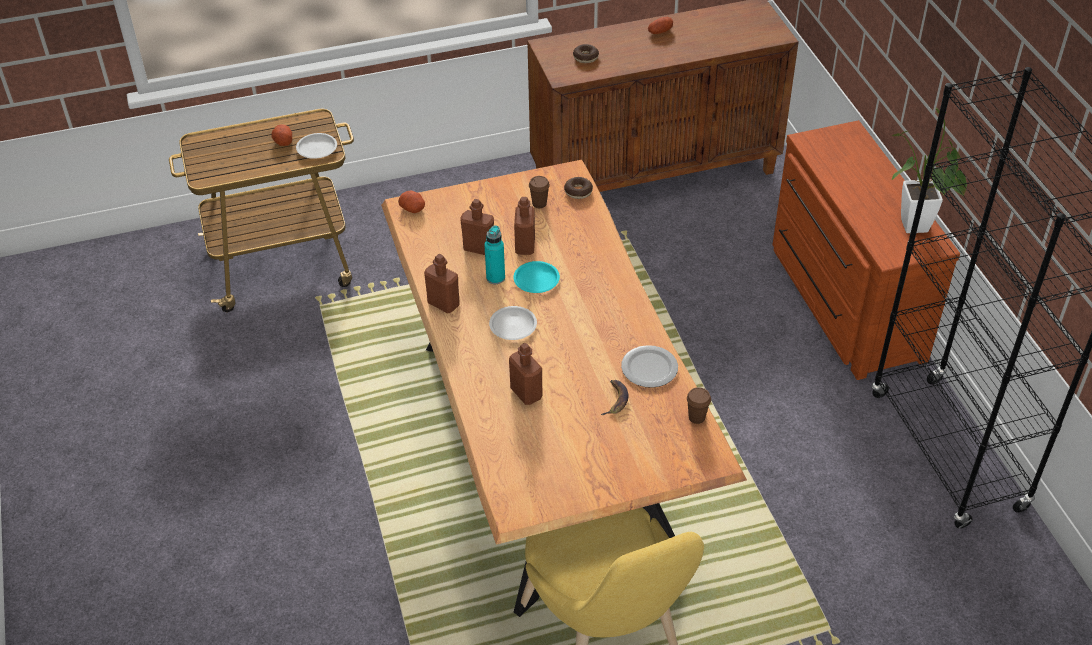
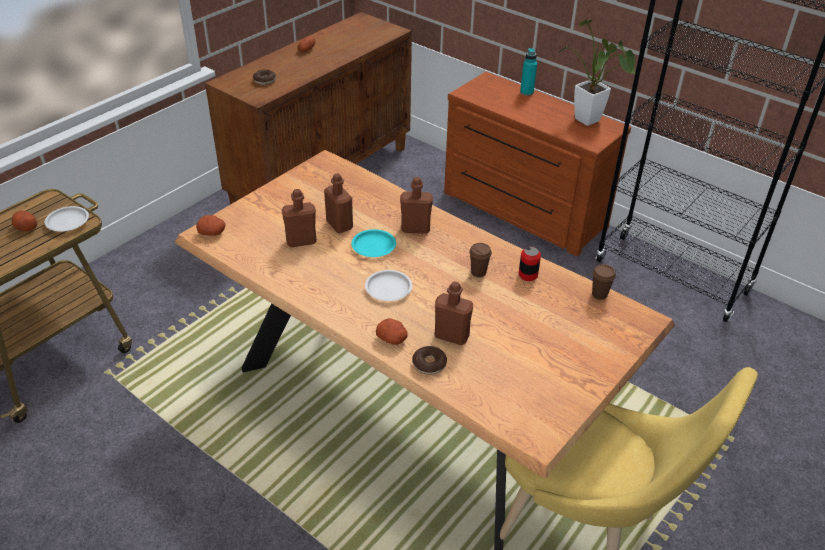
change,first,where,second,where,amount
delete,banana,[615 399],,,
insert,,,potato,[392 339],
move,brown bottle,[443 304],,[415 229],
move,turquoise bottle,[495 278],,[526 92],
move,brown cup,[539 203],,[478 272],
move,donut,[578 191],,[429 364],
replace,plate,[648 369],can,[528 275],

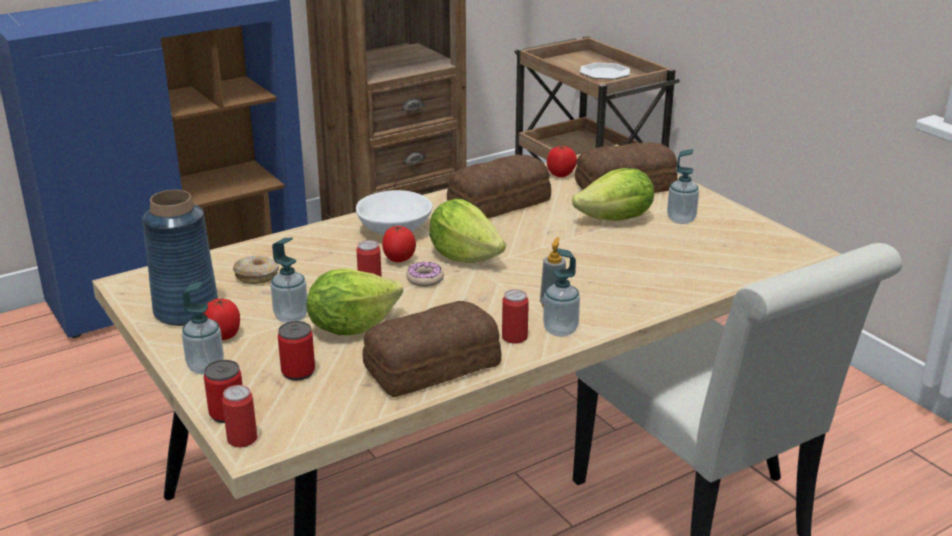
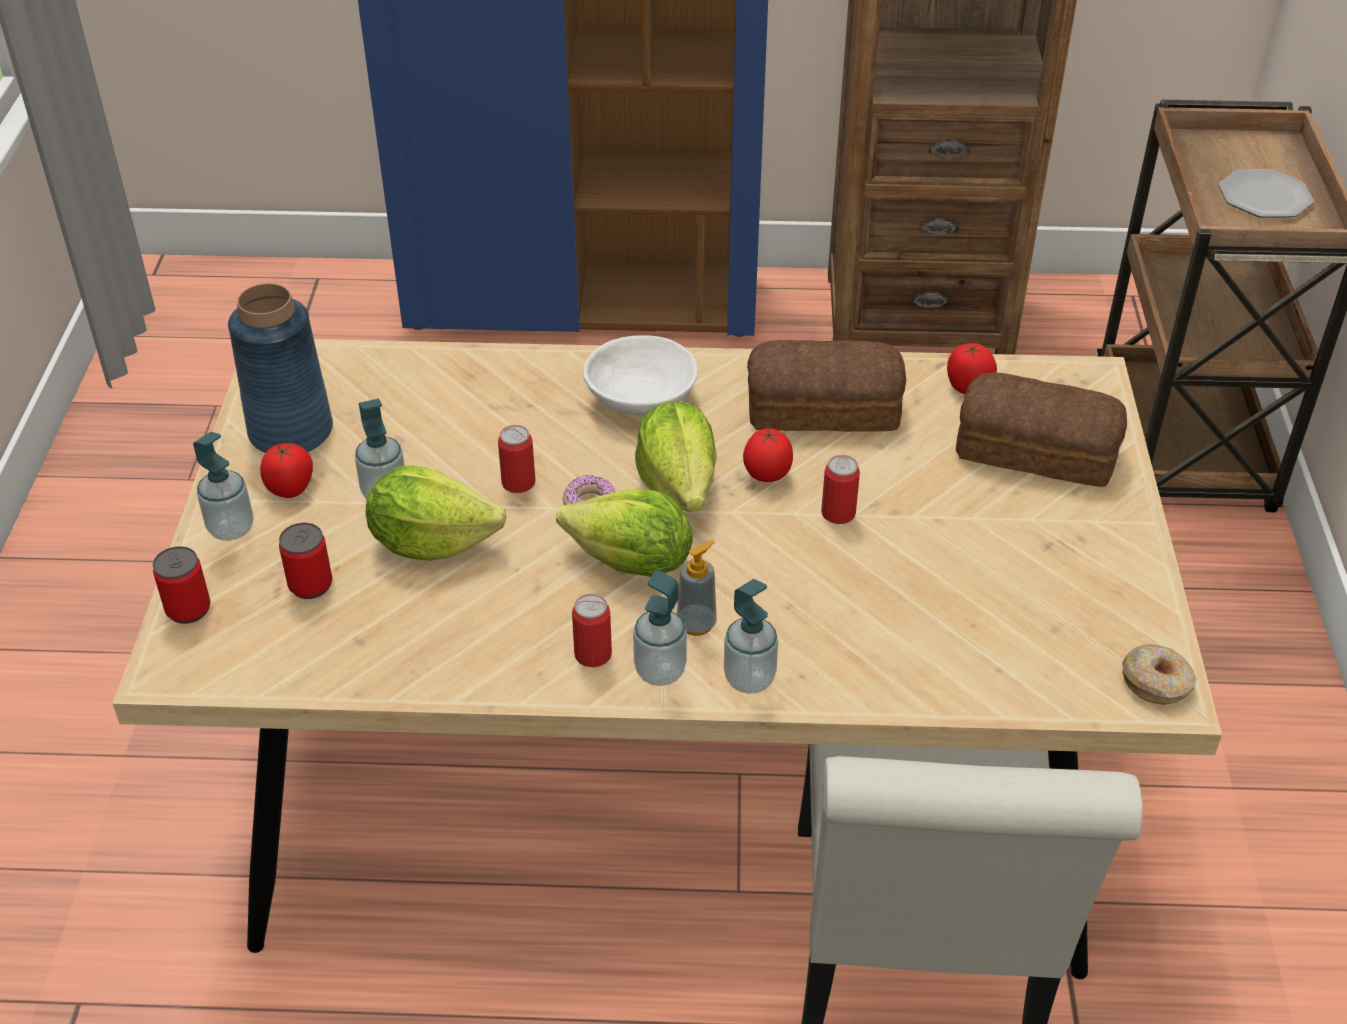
change,first,where,second,where,amount
delete,bread,[429 366],,,
move,can,[242 439],,[838 513],
move,donut,[257 276],,[1156 683],
move,tomato,[399 260],,[766 475],
move,lettuce,[616 219],,[631 563],
move,soap dispenser,[681 219],,[749 679],

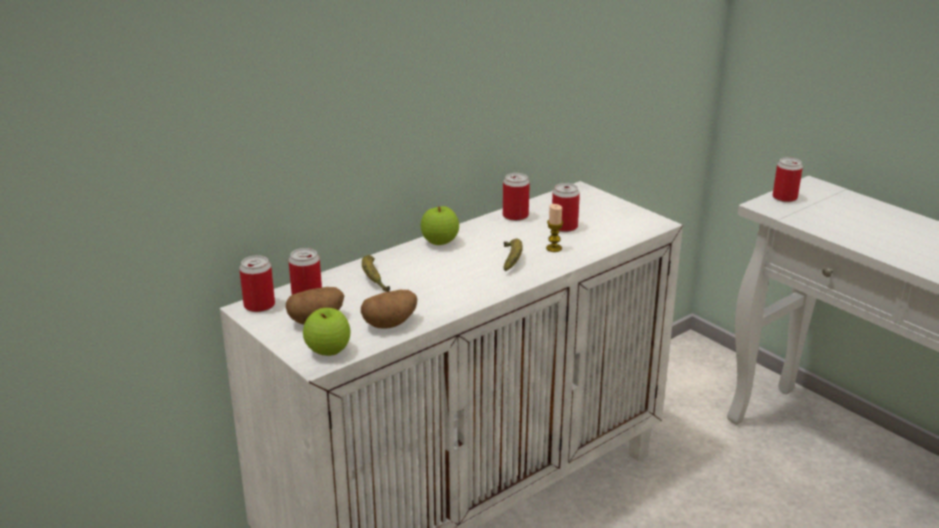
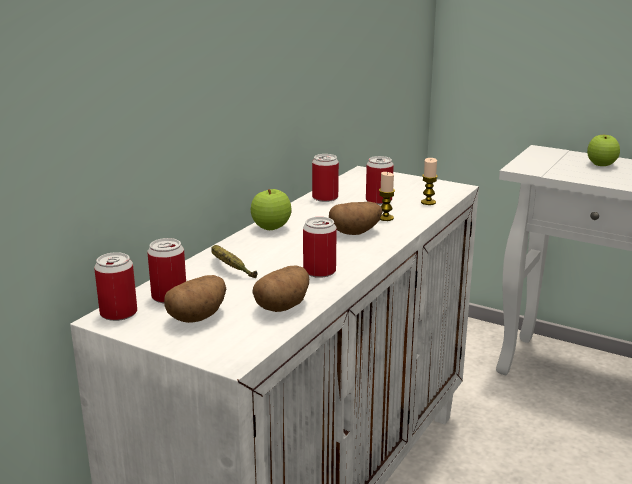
change,first,where,second,where,amount
insert,,,candle,[428 202],
move,apple,[328 351],,[601 165],
move,can,[784 198],,[319 271],
replace,banana,[512 260],potato,[355 232],

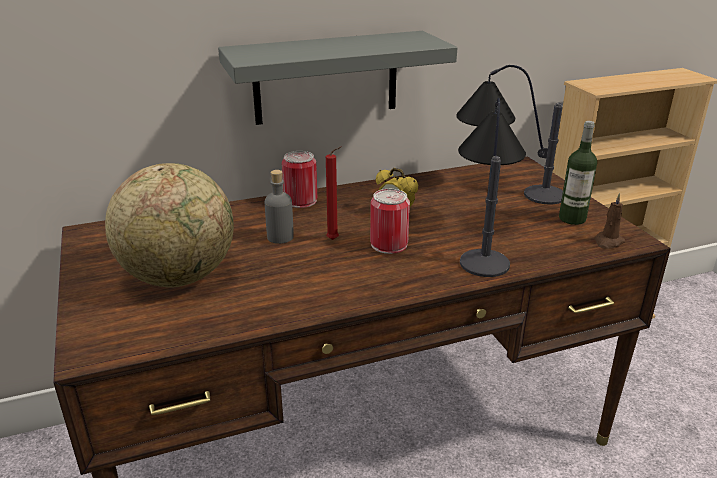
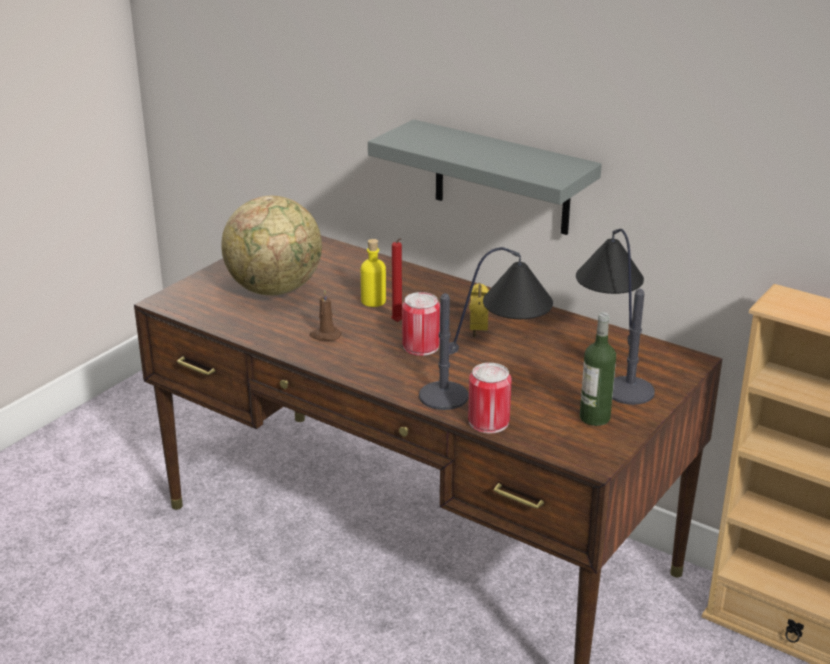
change,first,where,second,where,amount
move,can,[300 200],,[488 422],
move,brown candle,[608 242],,[325 335],
recolor,grey bottle,[280 237],yellow bottle,[373 301],

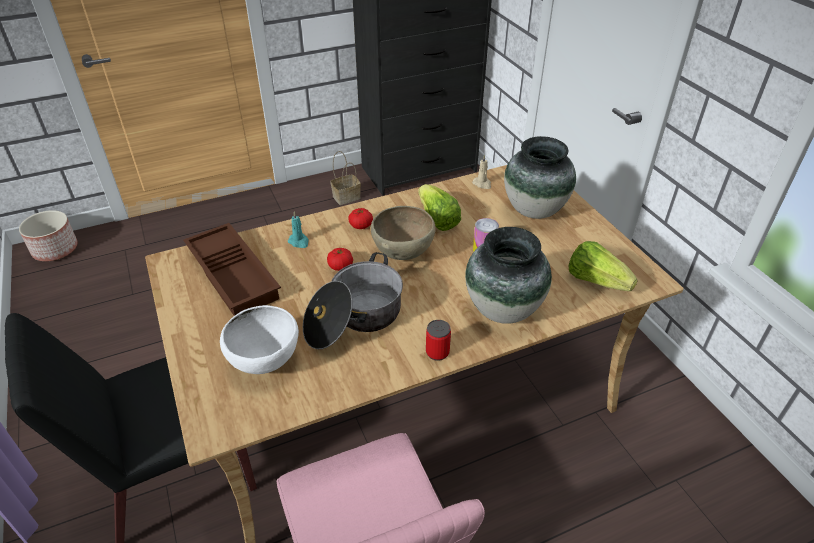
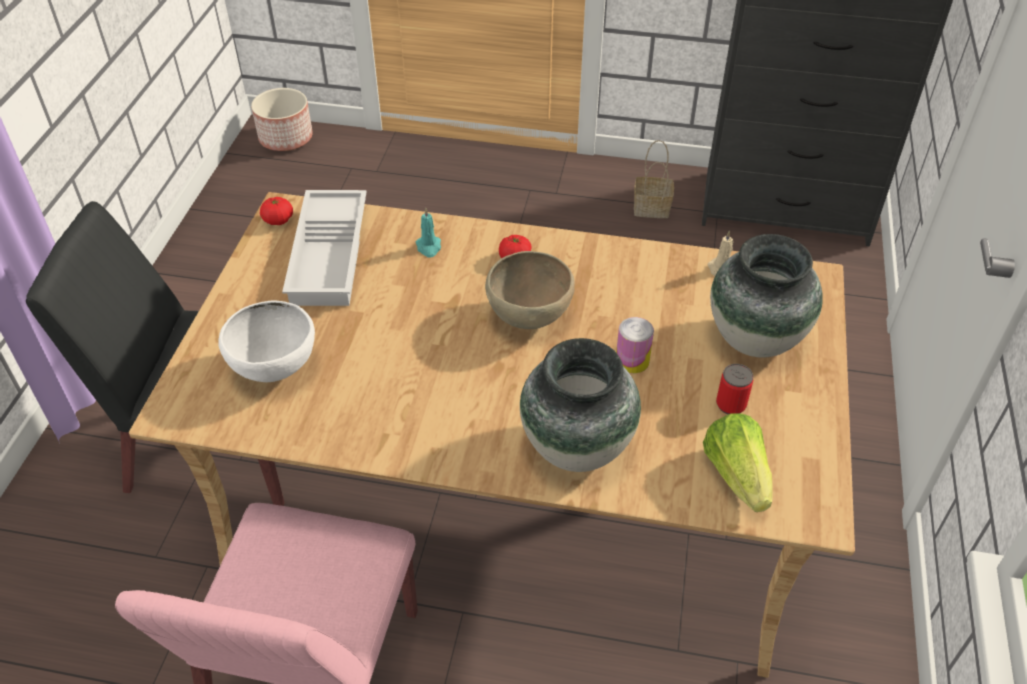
change,first,where,second,where,amount
delete,cooking pot,[354 319],,,
delete,lettuce,[437 219],,,
move,tomato,[340 266],,[278 220],
move,can,[437 352],,[730 404],
recolor,brown tray,[235 274],white tray,[331 255],

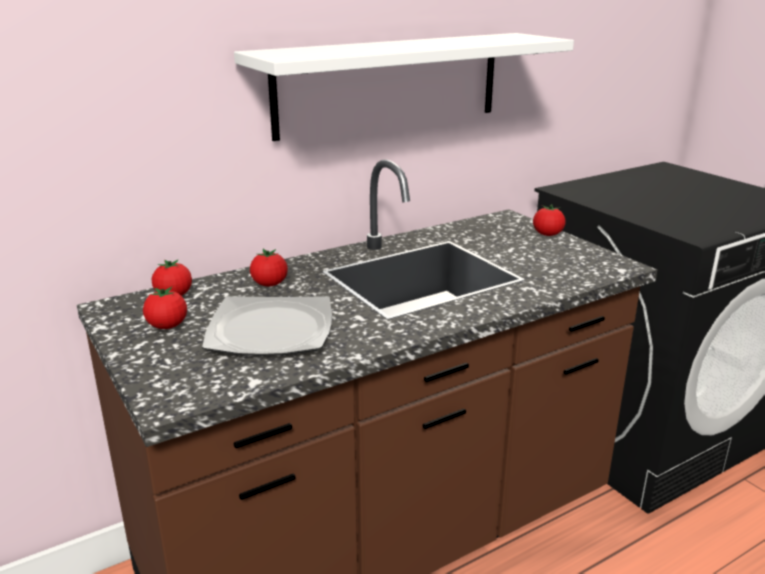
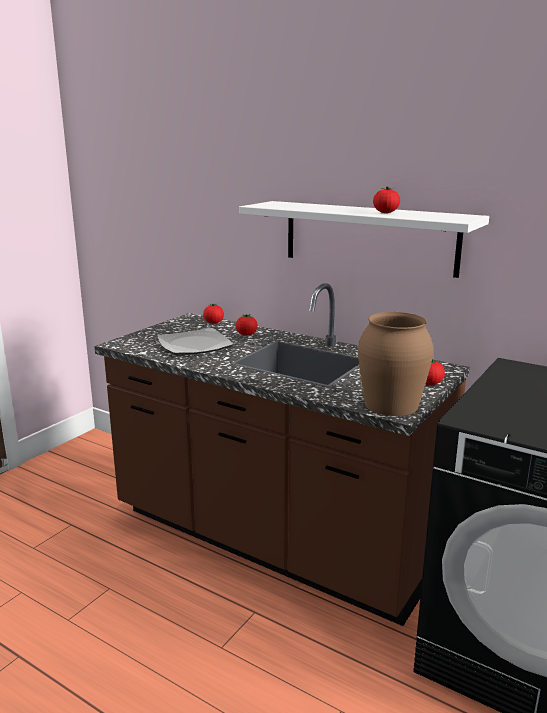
change,first,where,second,where,amount
insert,,,brown vase,[392 405],
move,tomato,[167 326],,[385 213],

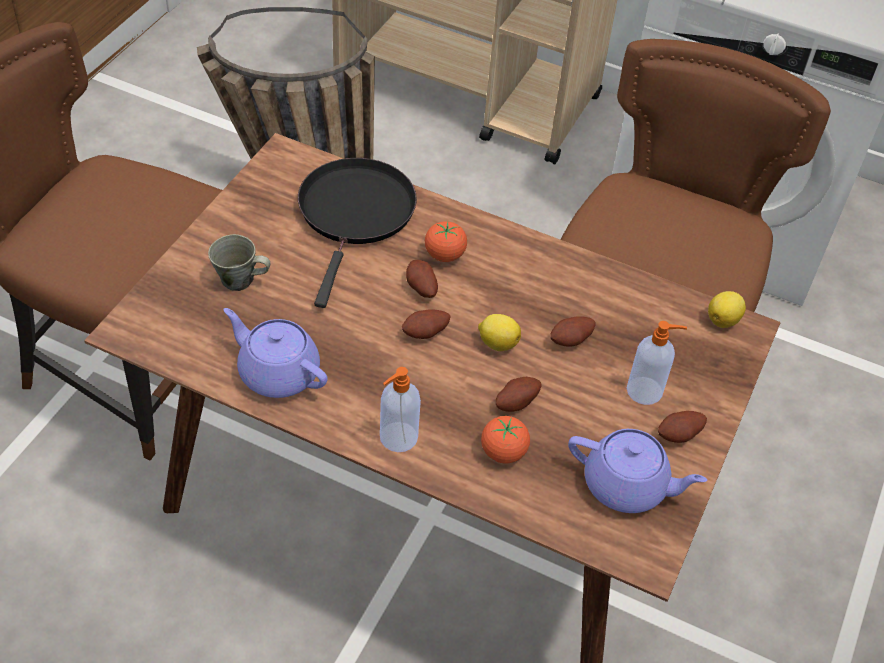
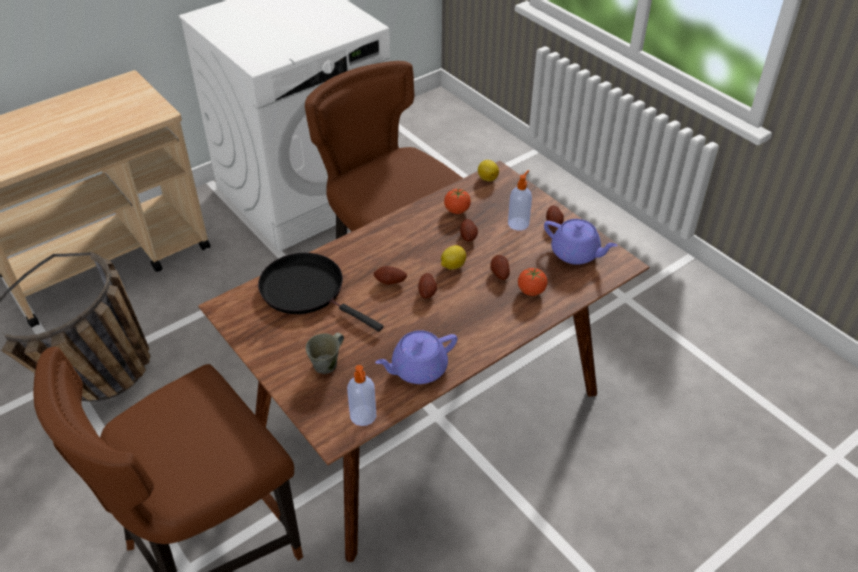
change,first,where,second,where,amount
move,soap dispenser,[397 438],,[363 416],
move,tomato,[444 255],,[457 210],
rotate,purple teapot,[627 486],,[576 253],75 degrees clockwise

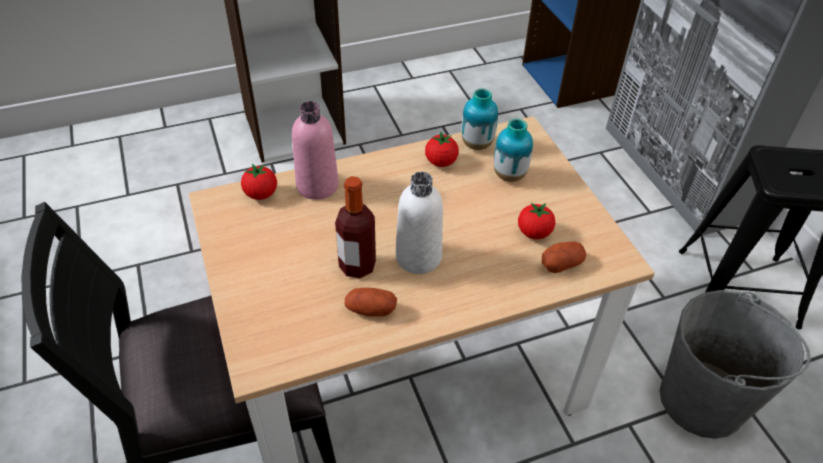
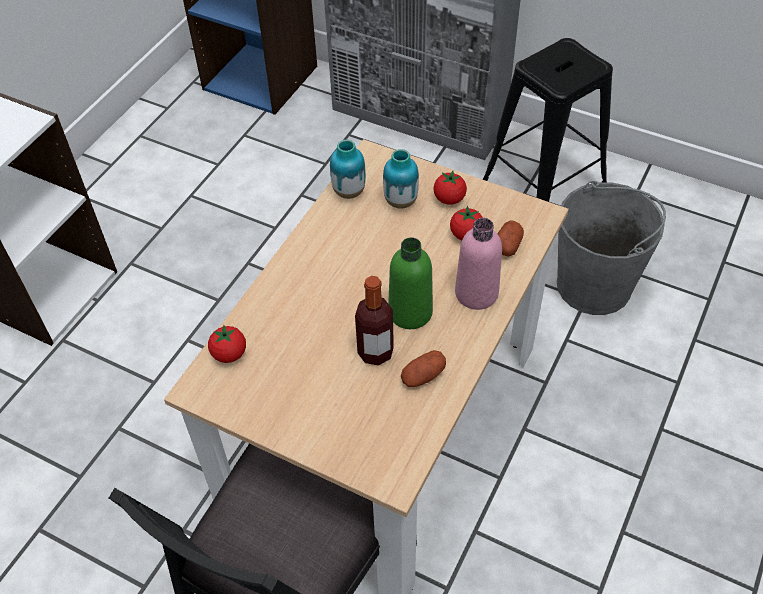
change,first,where,second,where,amount
move,pink bottle,[317 186],,[476 293],
move,tomato,[441 162],,[449 199],
recolor,white bottle,[418 257],green bottle,[410 312],

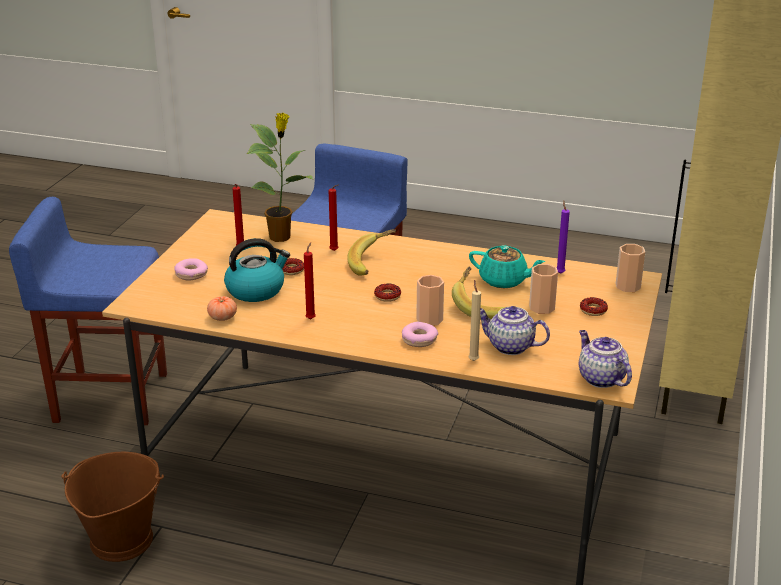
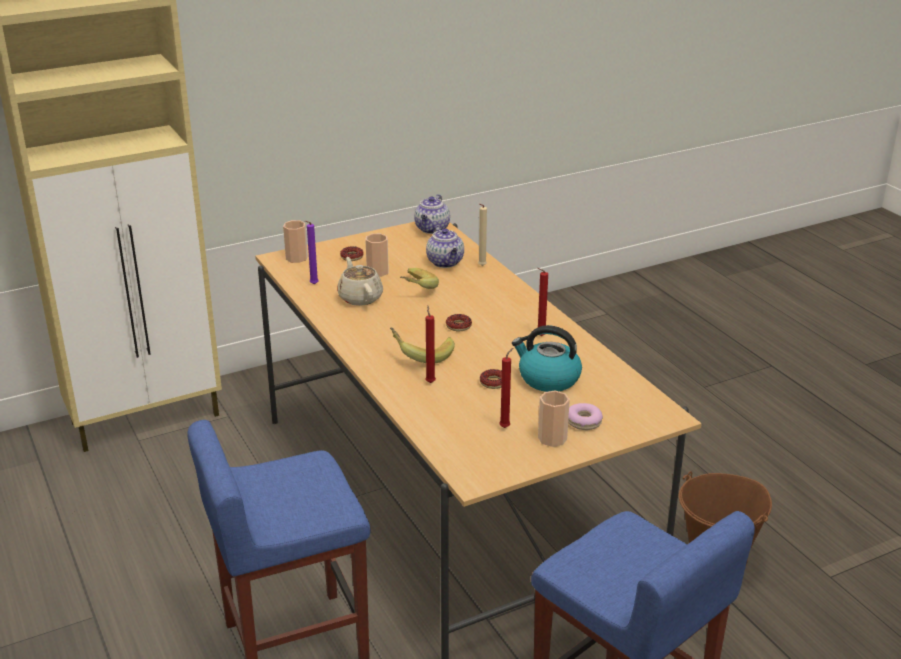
change,first,where,second,where,amount
delete,tomato,[222 317],,,
delete,potted plant,[281 237],,,
delete,donut,[419 340],,,
move,cup,[429 319],,[552 438],
recolor,turquoise teapot,[504 280],beige teapot,[360 297],

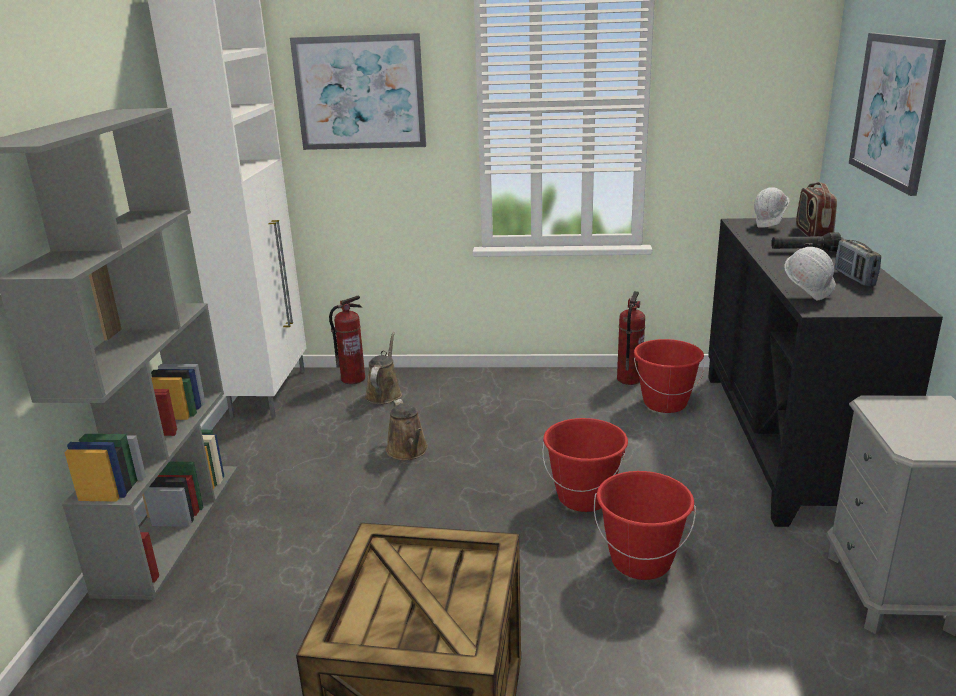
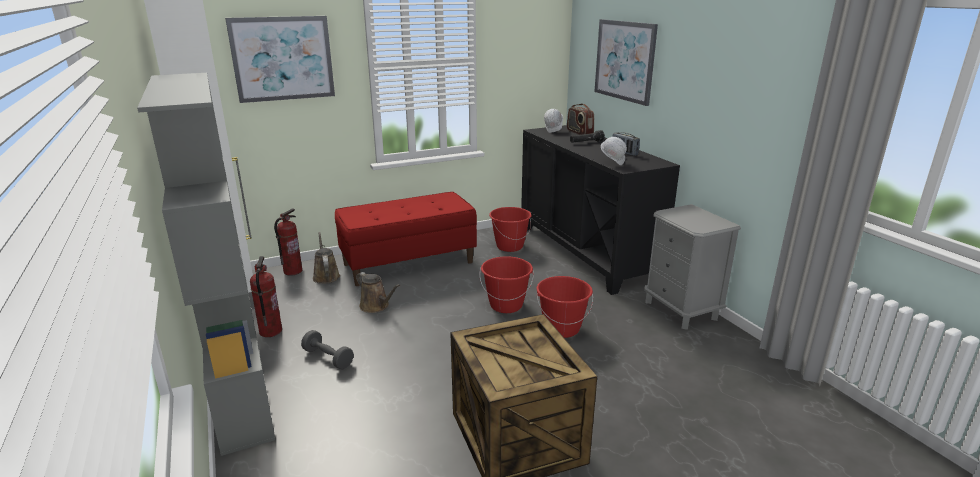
change,first,where,second,where,amount
insert,,,grey dumbbell,[328 358],
insert,,,red bench,[408 263],
move,fire extinguisher,[628 379],,[270 331],

